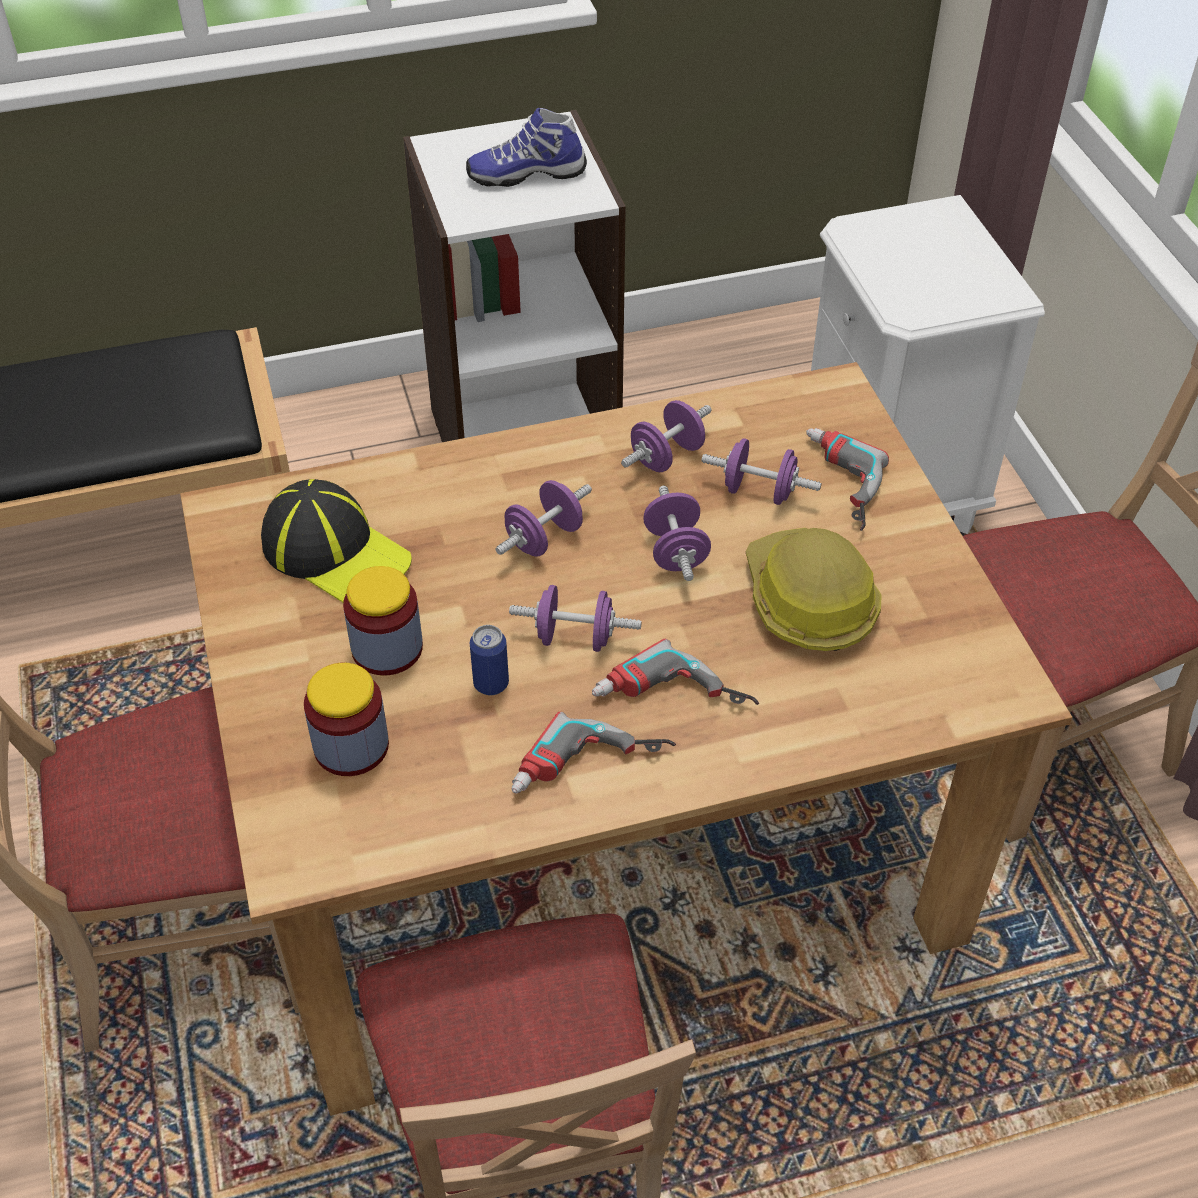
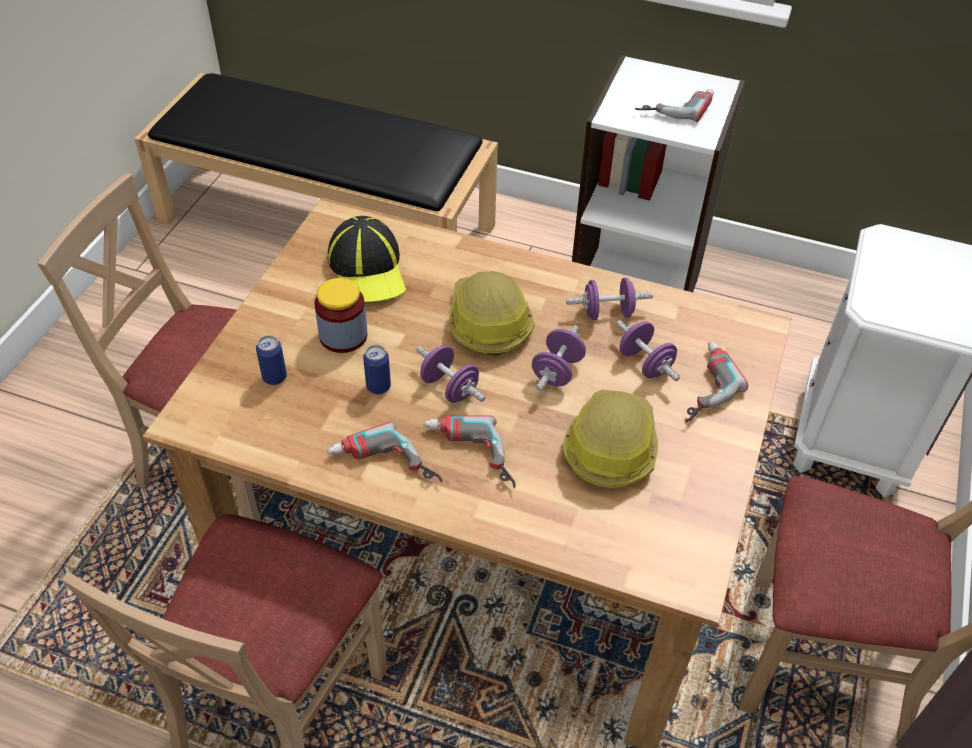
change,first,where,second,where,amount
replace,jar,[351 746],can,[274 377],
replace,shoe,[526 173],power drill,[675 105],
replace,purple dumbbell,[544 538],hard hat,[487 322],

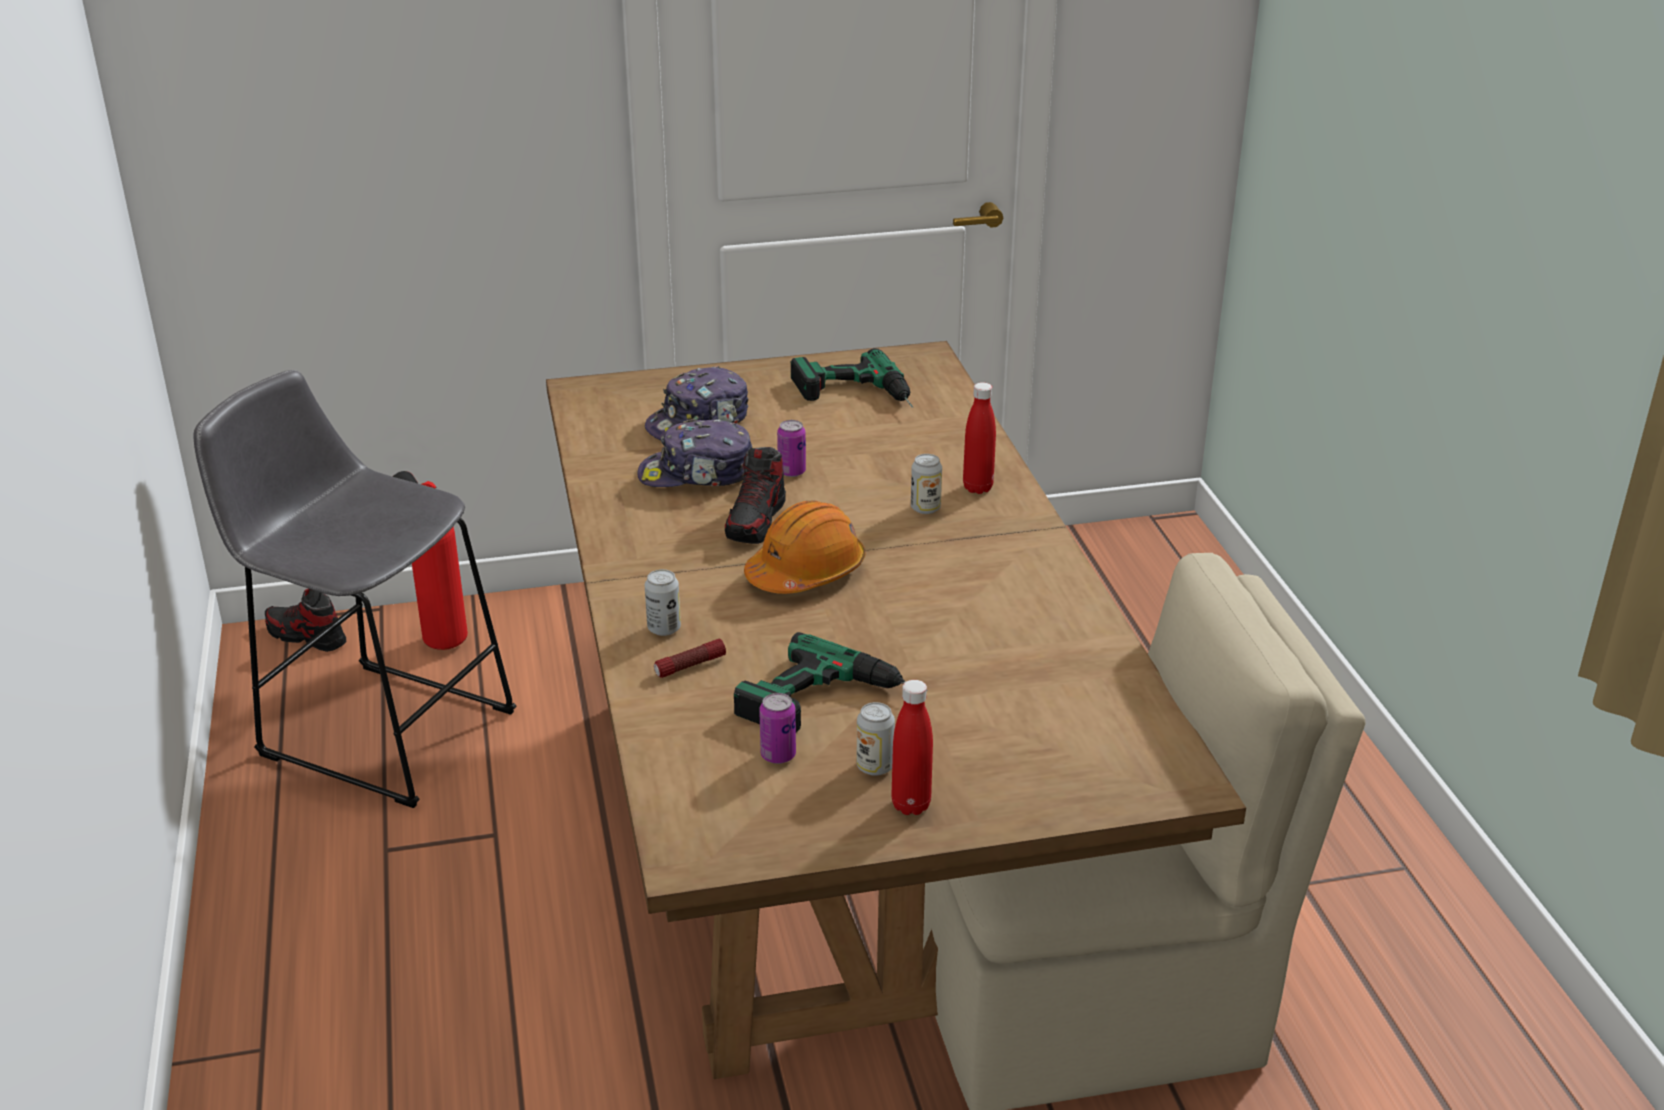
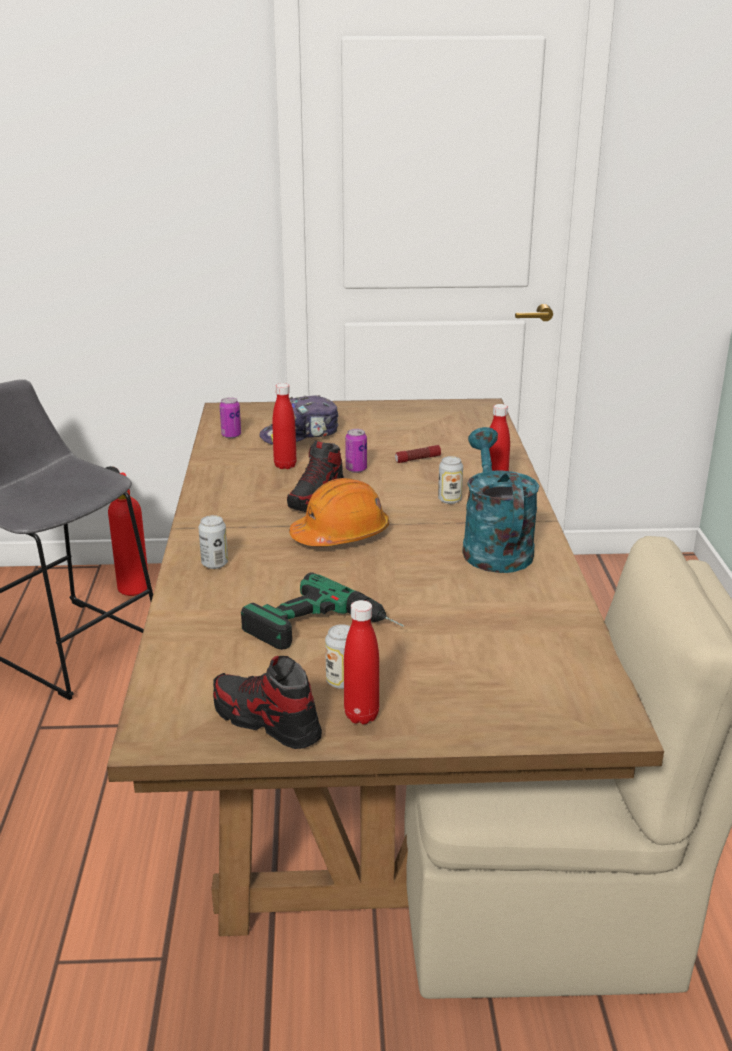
change,first,where,second,where,amount
delete,power drill,[856 397],,,
insert,,,turquoise watering can,[493 546],
move,shoe,[306 636],,[266 721],
move,flashlight,[690 666],,[417 459],
move,can,[778 755],,[231 435],
replace,cap,[697 474],red bottle,[285 465],

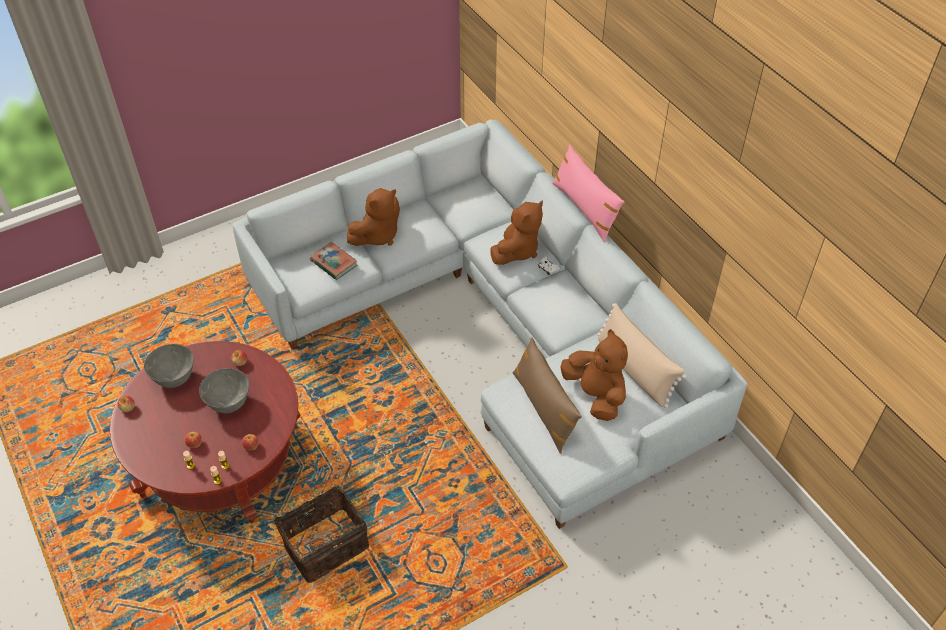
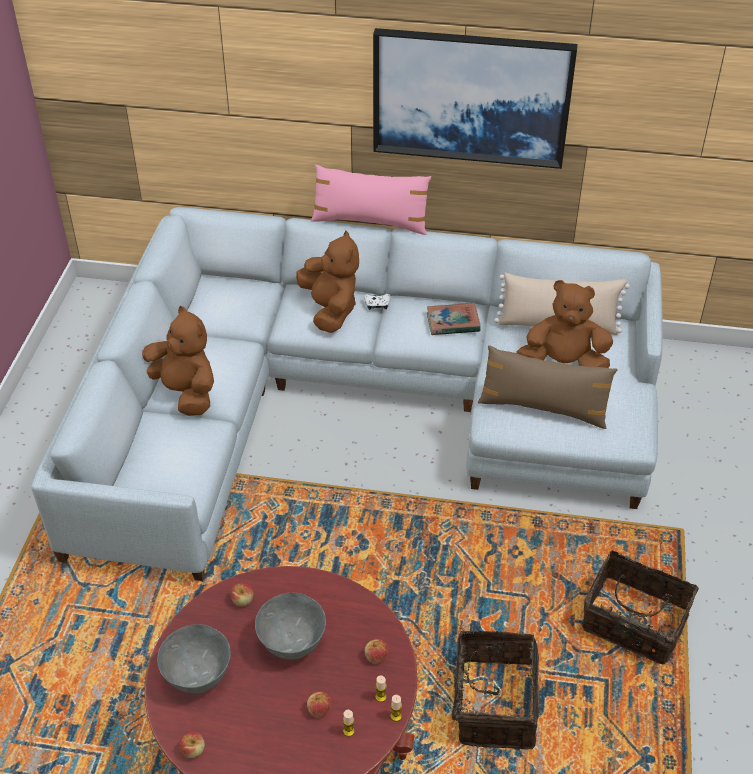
change,first,where,second,where,amount
insert,,,picture,[471 97],
insert,,,basket,[633 625],
move,book,[334 263],,[453 322],
rotate,brown plush toy,[377 235],,[183 392],45 degrees counterclockwise

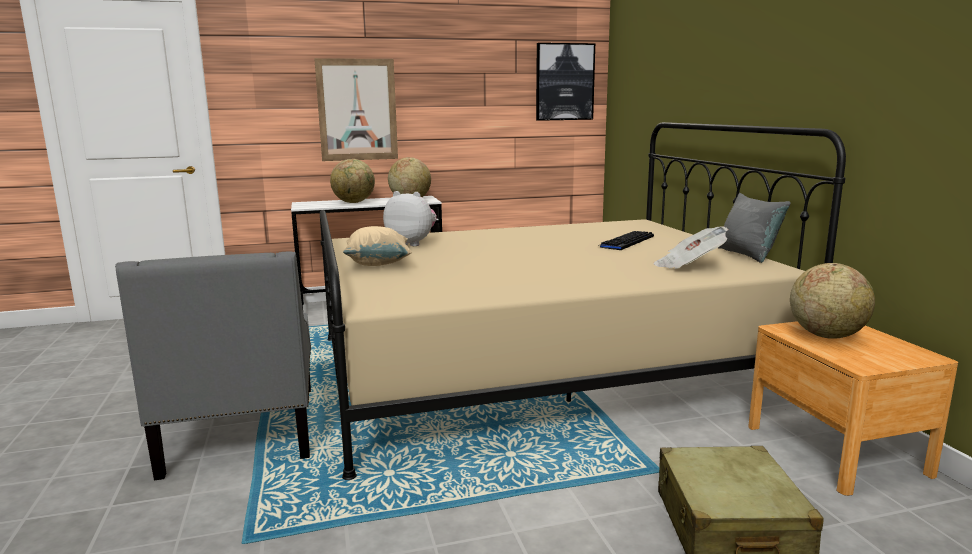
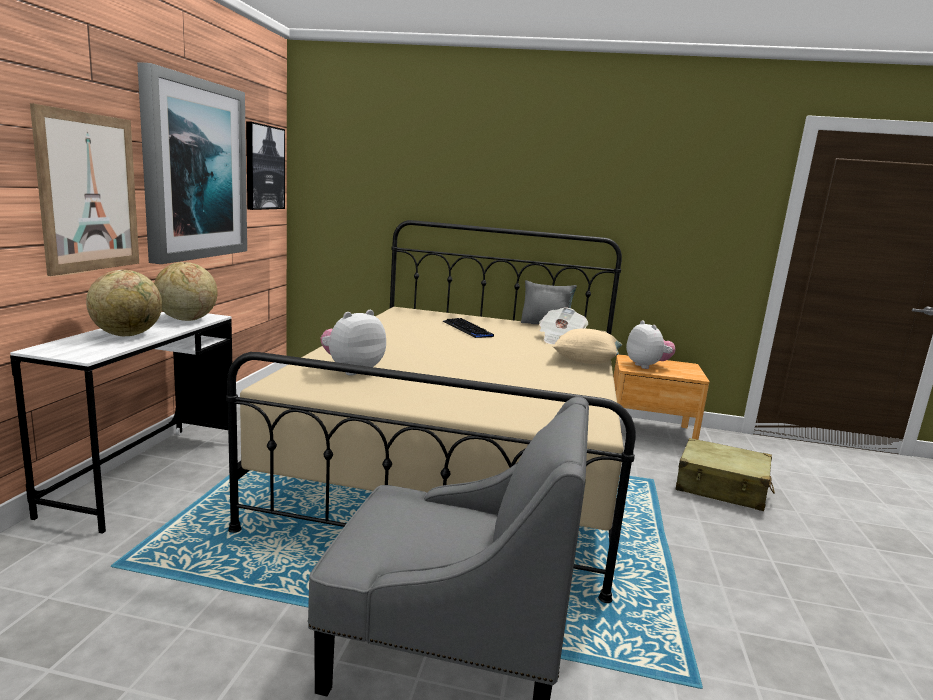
change,first,where,second,where,amount
insert,,,picture,[194 170],
move,beige pillow,[378 264],,[586 361],
replace,globe,[826 335],plush toy,[647 366],

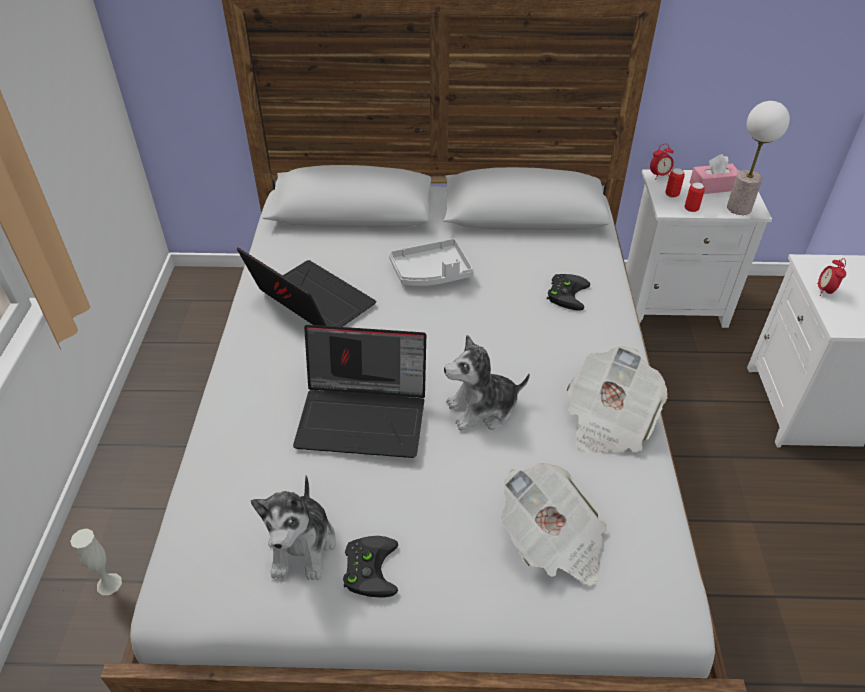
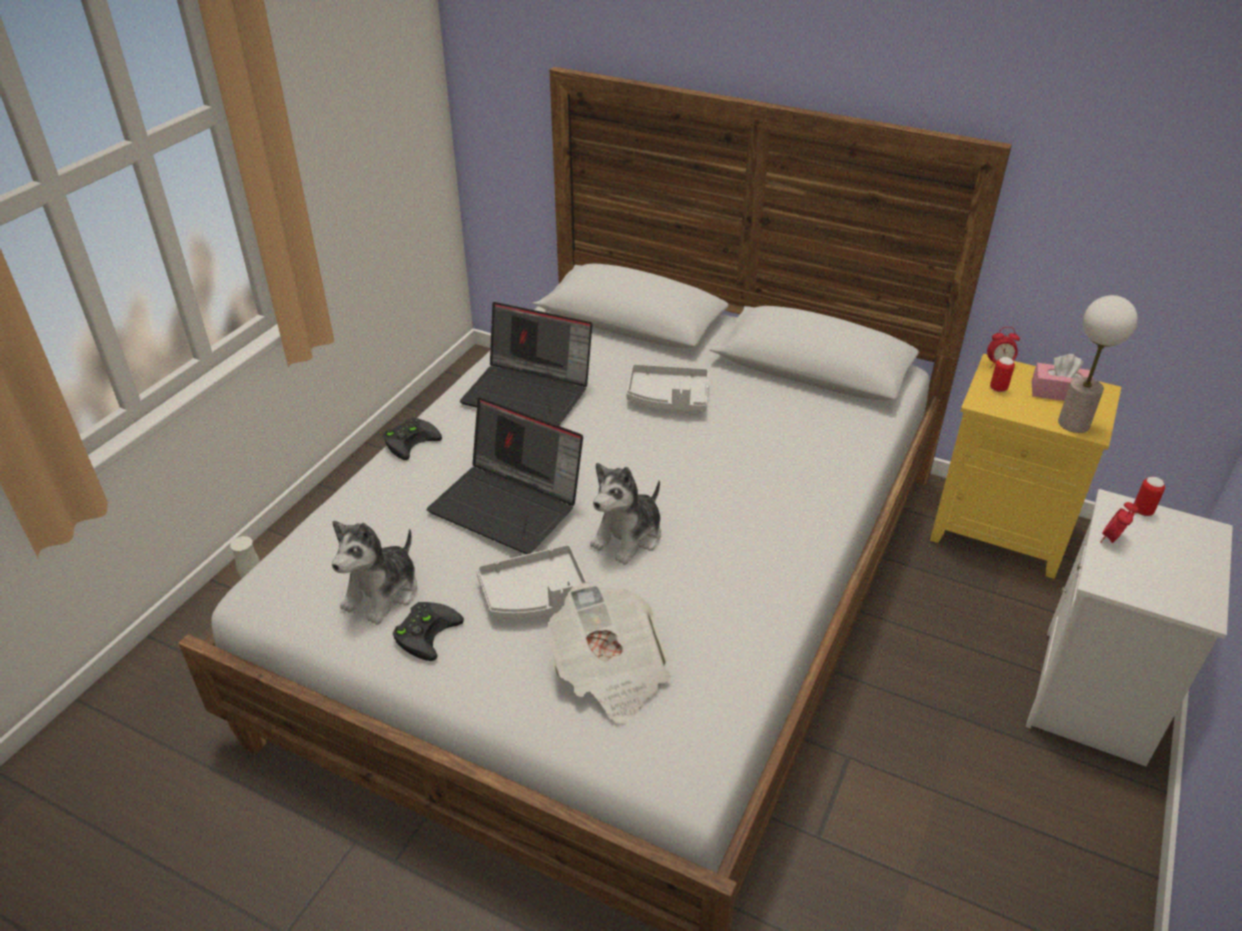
change,first,where,second,where,amount
delete,newspaper,[608 420],,,
insert,,,grey tray,[536 596],
move,black game controller,[566 293],,[411 439],
move,can,[691 209],,[1142 511],
recolor,white nightstand,[674 301],yellow nightstand,[1002 530],
rotate,laptop,[310 302],,[530 392],135 degrees clockwise
rotate,plush toy,[483 409],,[628 537],60 degrees counterclockwise

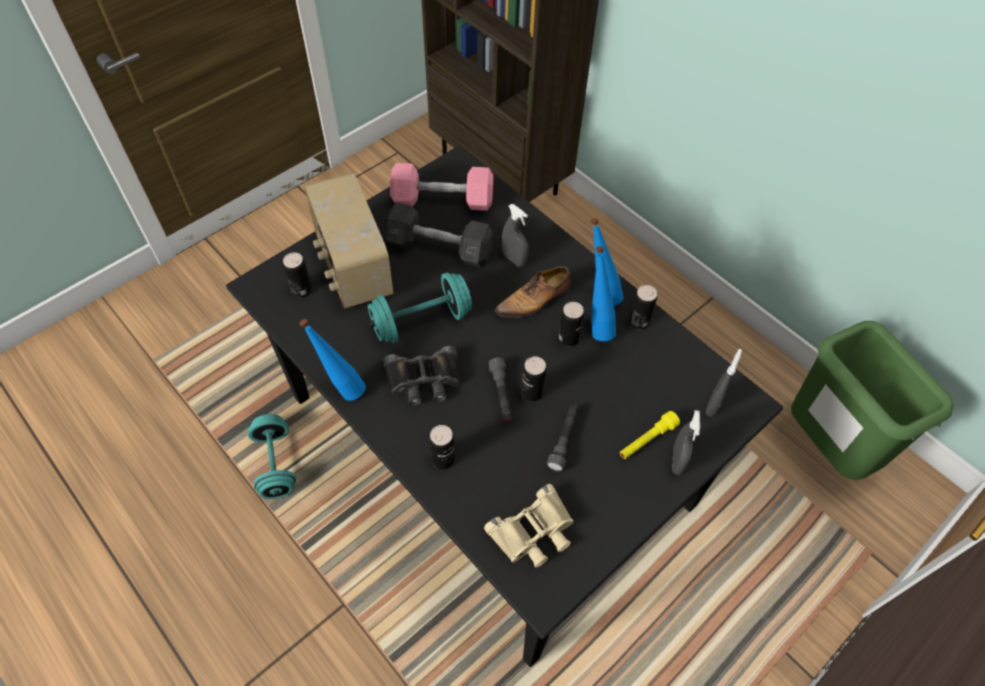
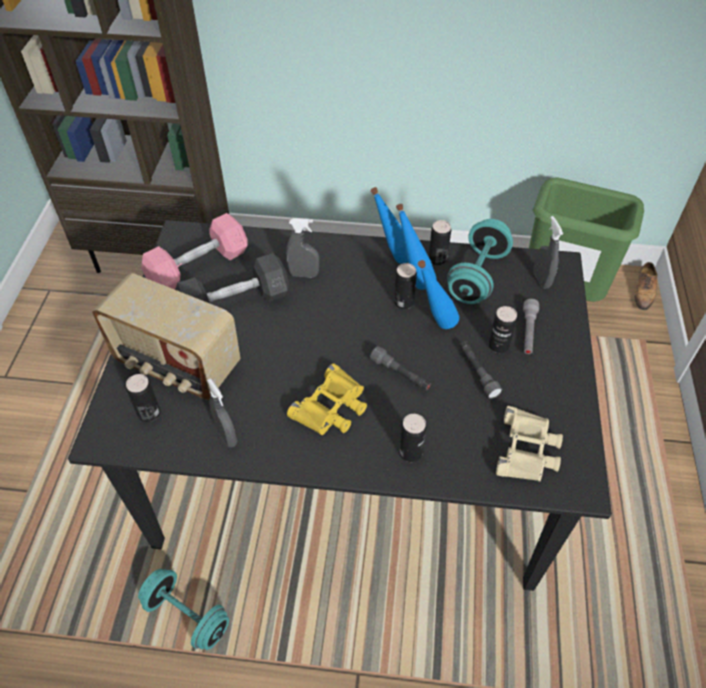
change,first,where,second,where,amount
move,blue bottle,[341 387],,[434 325],
move,turquoise dumbbell,[421 321],,[477 276],
move,shoe,[535 300],,[644 292],
move,can,[532 392],,[498 345],
move,grey spray bottle,[677 461],,[226 436],
recolor,black binoculars,[424 380],yellow binoculars,[332 407],
recolor,yellow flashlight,[647 440],grey flashlight,[528 332],

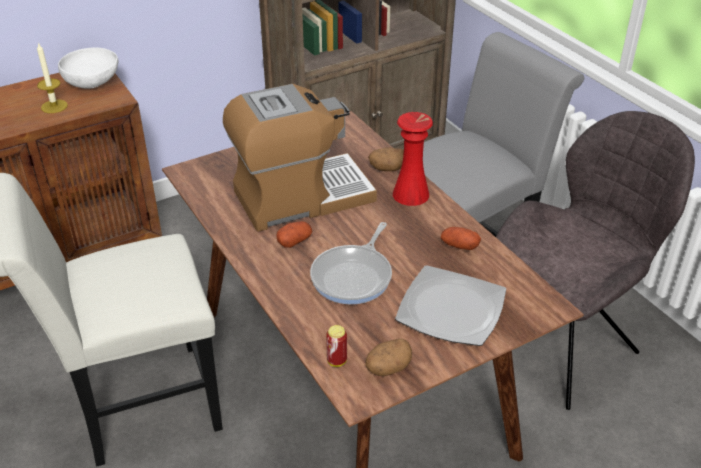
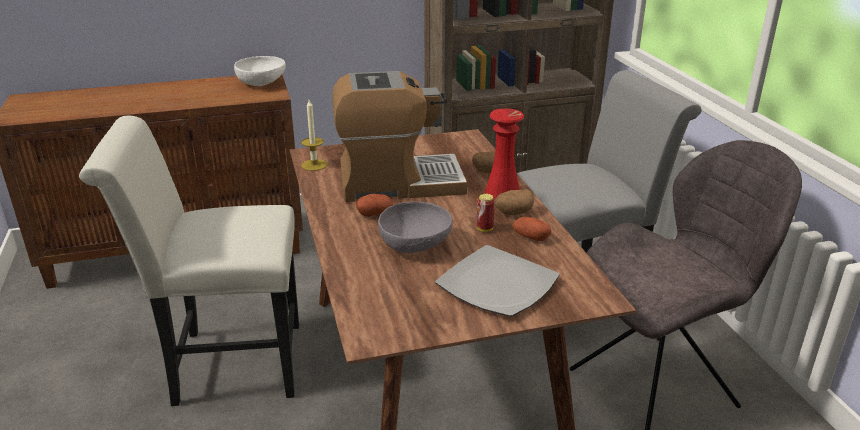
change,first,where,second,where,amount
move,candle,[54 106],,[314 165],
move,can,[337 361],,[484 229],
move,potato,[387 368],,[513 213],
replace,frying pan,[354 276],grey bowl,[416 246],

